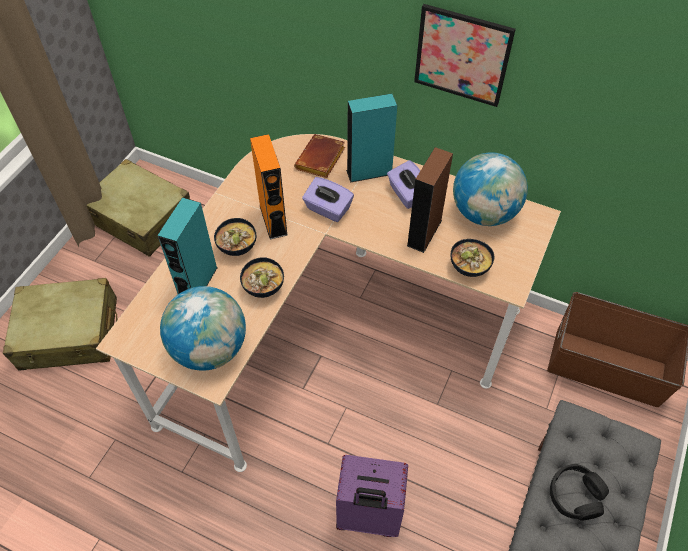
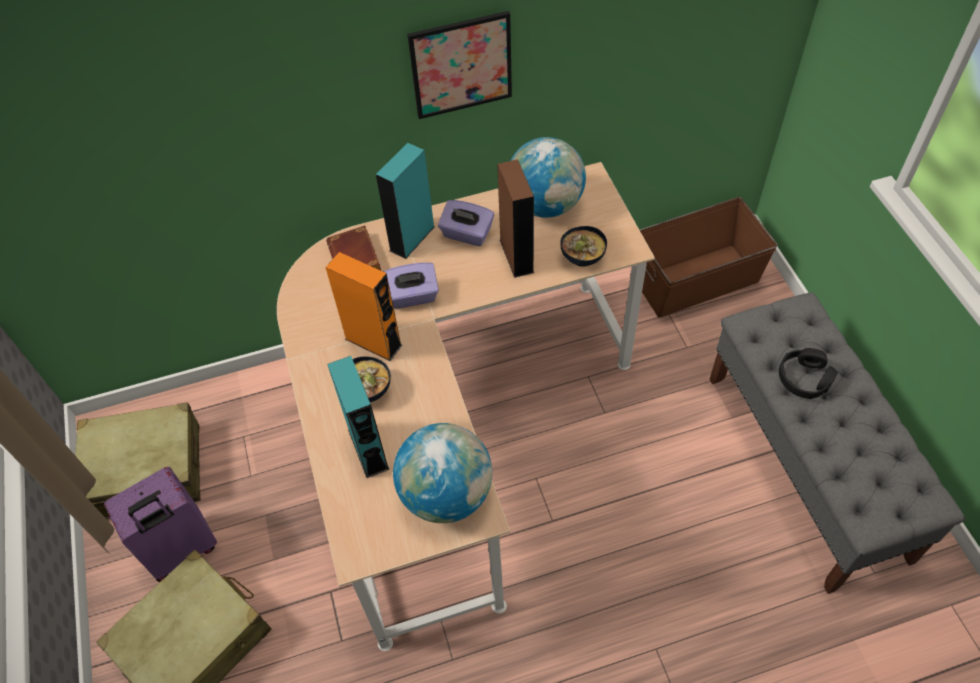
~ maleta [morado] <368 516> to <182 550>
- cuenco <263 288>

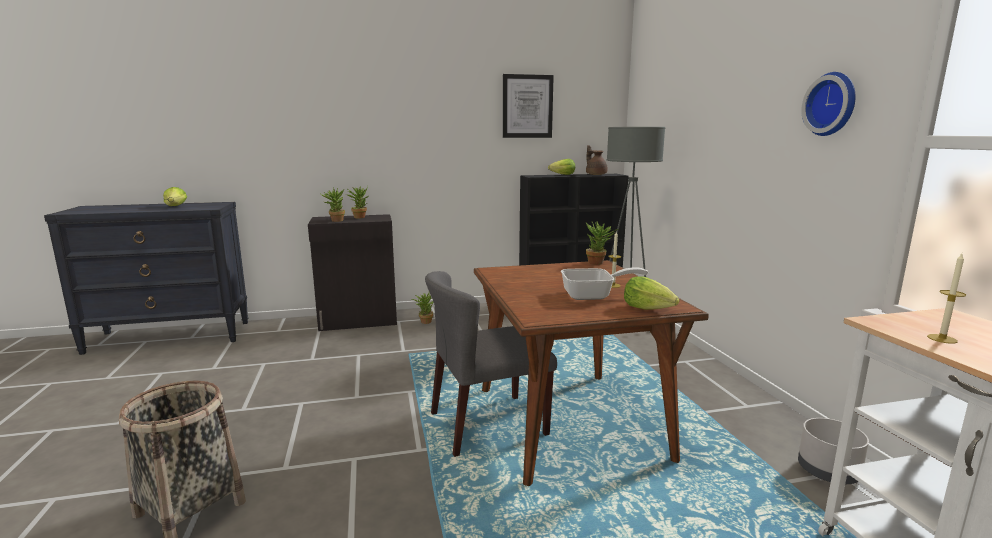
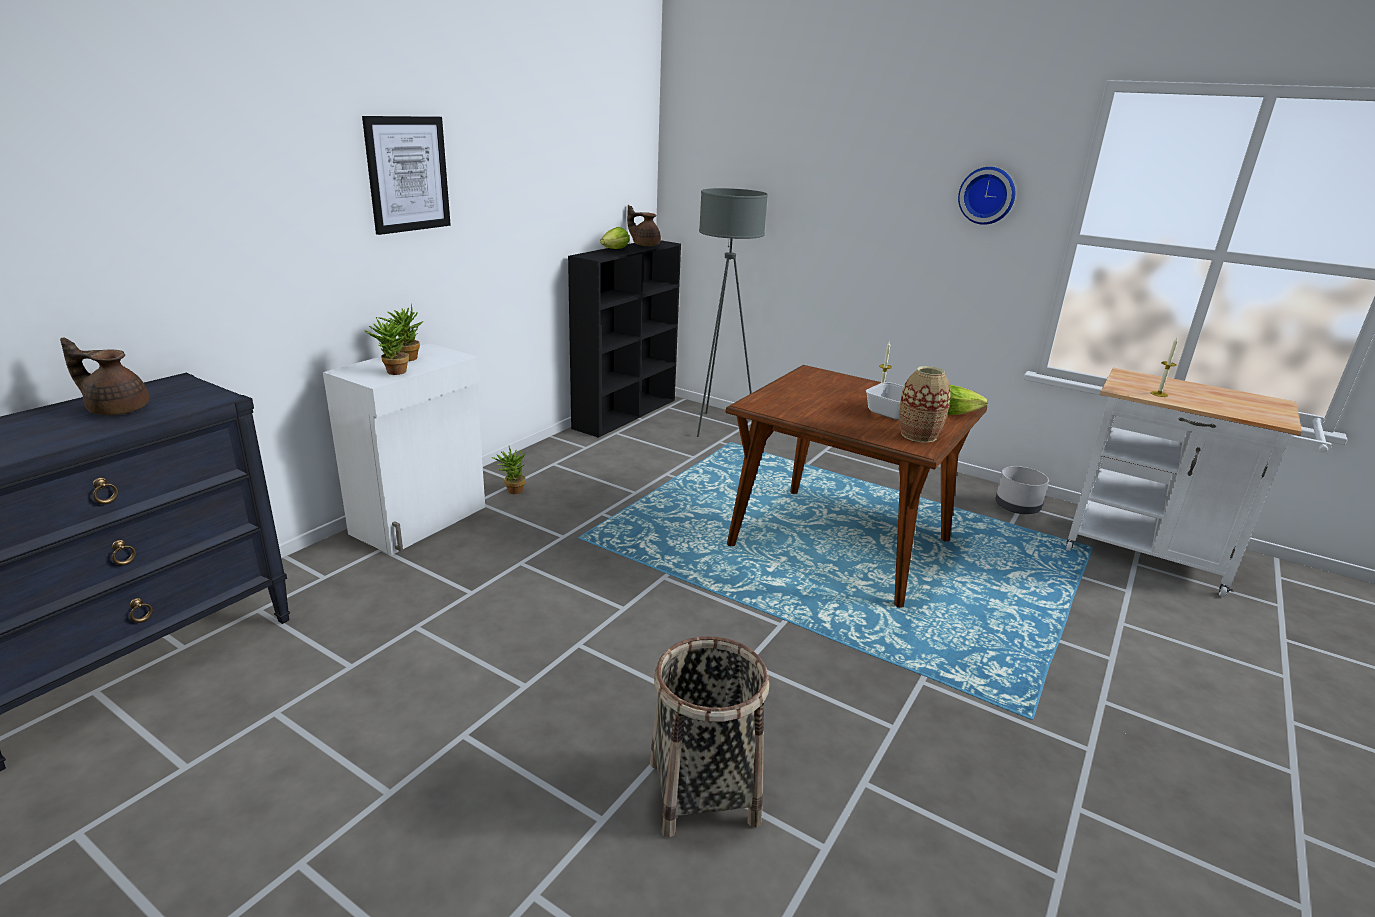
~ lechuga <176 206> to tetera [marrón] <117 409>
~ armario [negro] <359 321> to armario [blanco] <421 520>
~ cuadro <527 106> to <407 174>
+ florero <919 435>
- silla [gris] <487 425>
- planta en maceta <598 263>

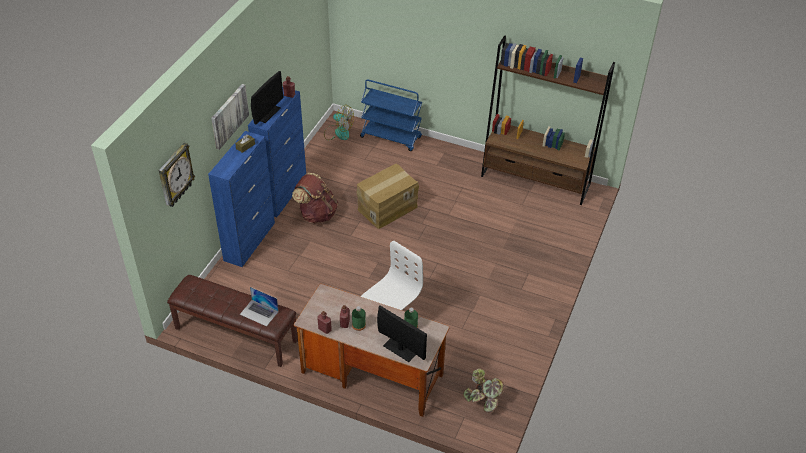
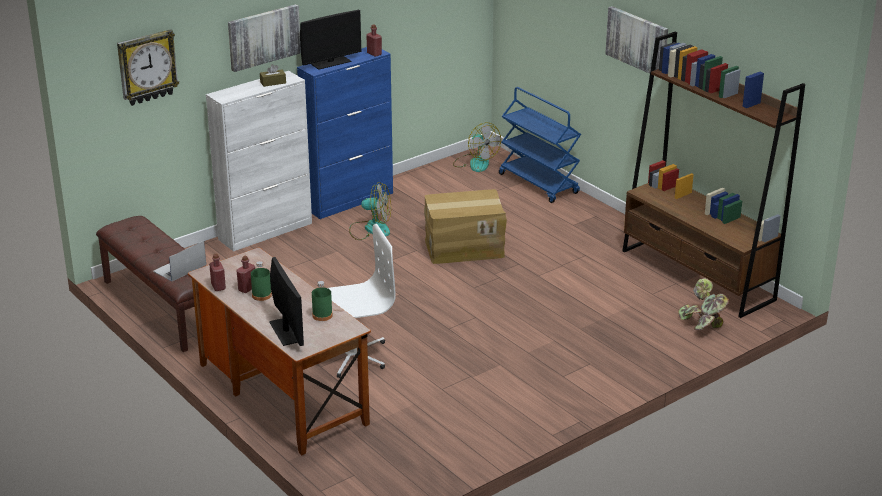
~ portátil <259 313> = <179 268> 75 degrees clockwise
~ armario [azul] <250 241> to armario [blanco] <266 231>
~ mochila [marrón] <317 214> to ventilador <370 229>
+ cuadro <637 41>
~ planta en maceta <484 399> to <703 324>

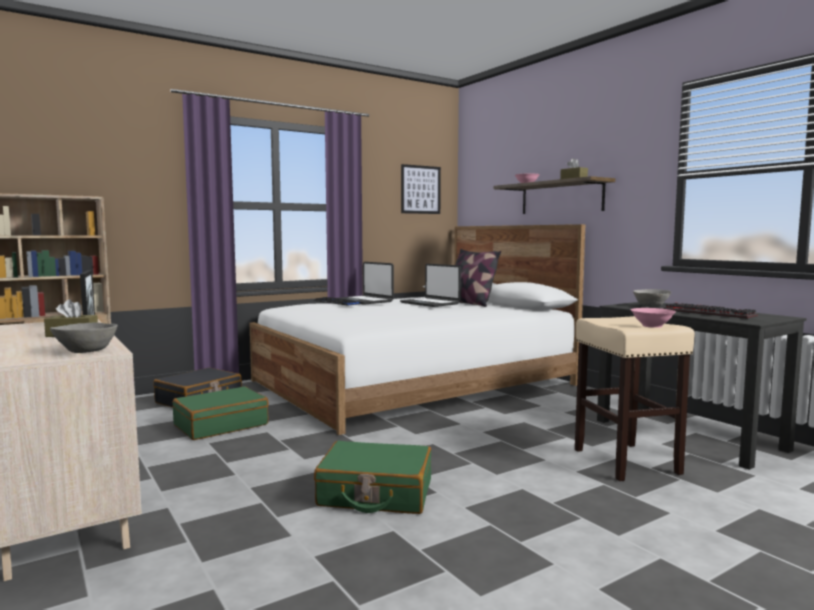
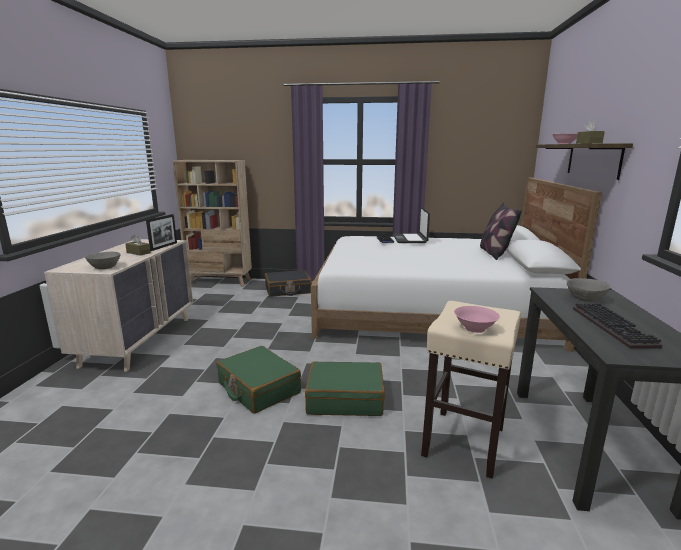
~ maleta [verde] <221 425> to <345 398>
- portátil <430 303>
- cuadro <420 189>

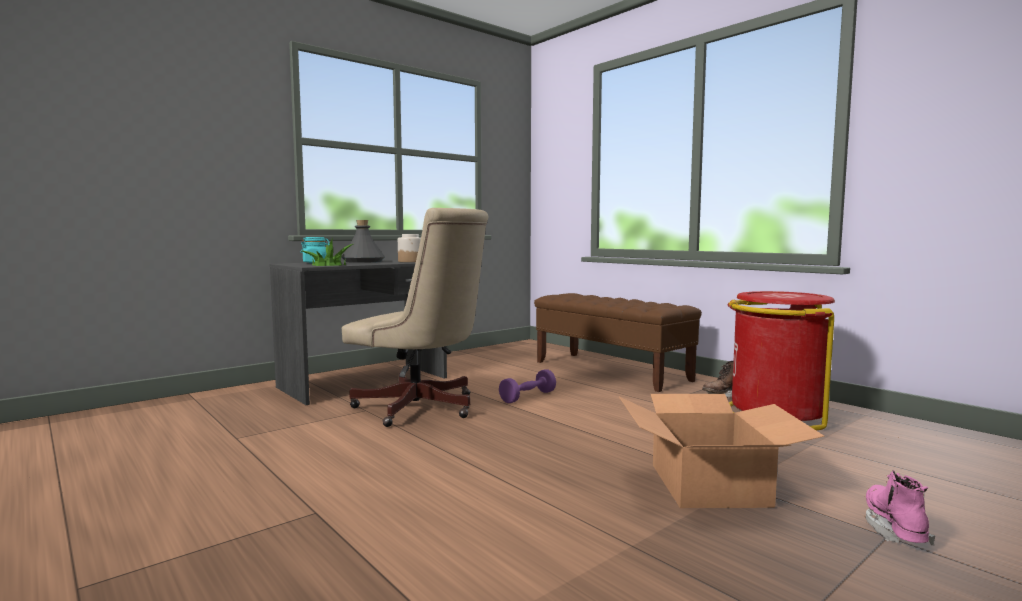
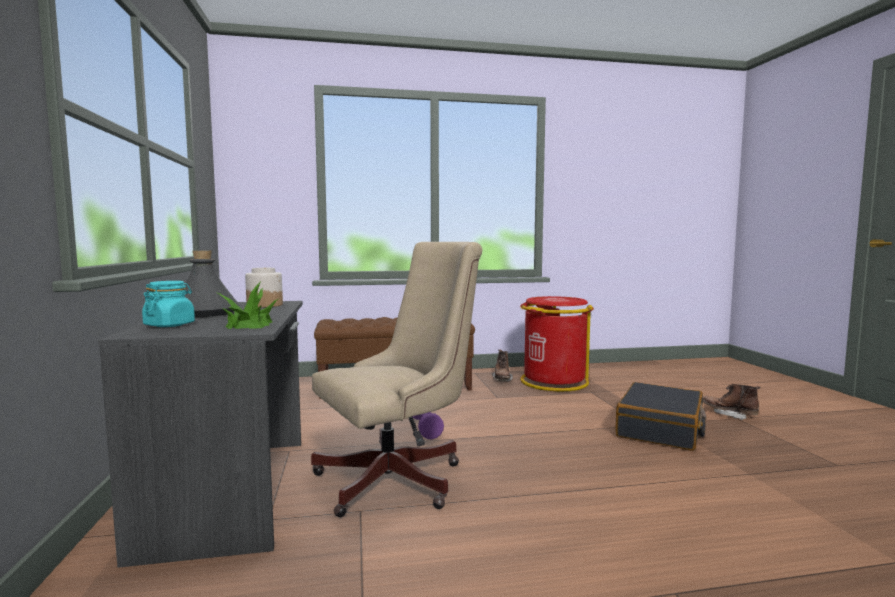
~ caja de cartón <710 484> to maleta [negro] <660 429>
~ bota [rosa] <894 529> to bota [marrón] <729 414>

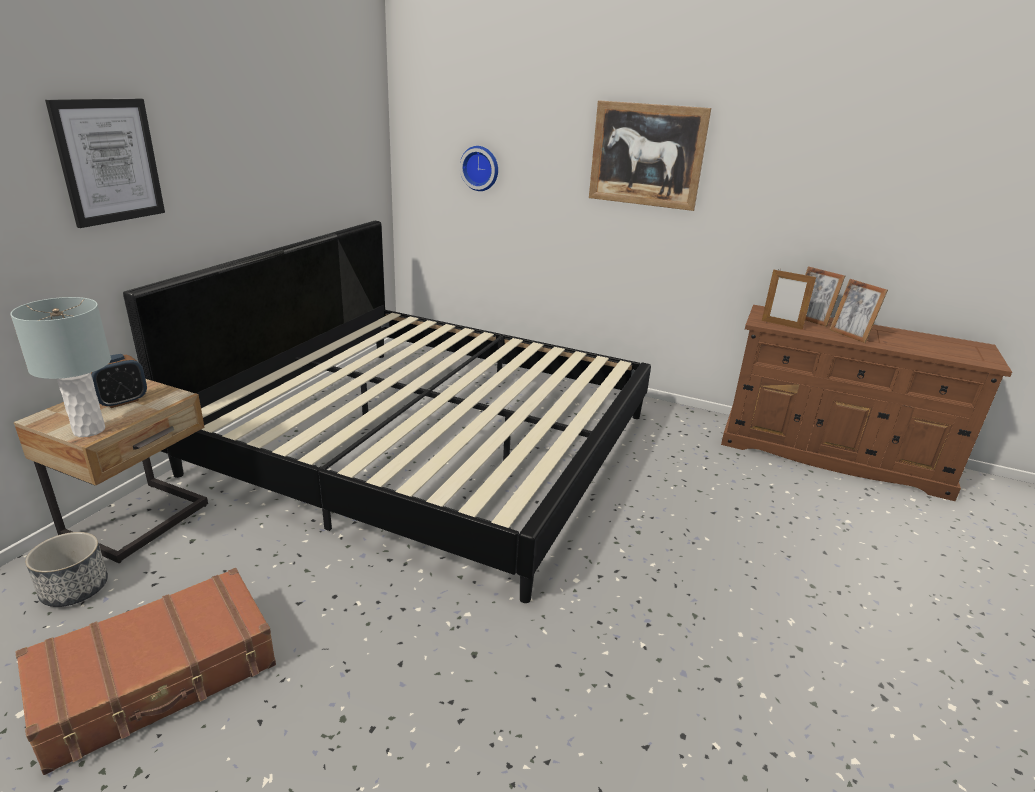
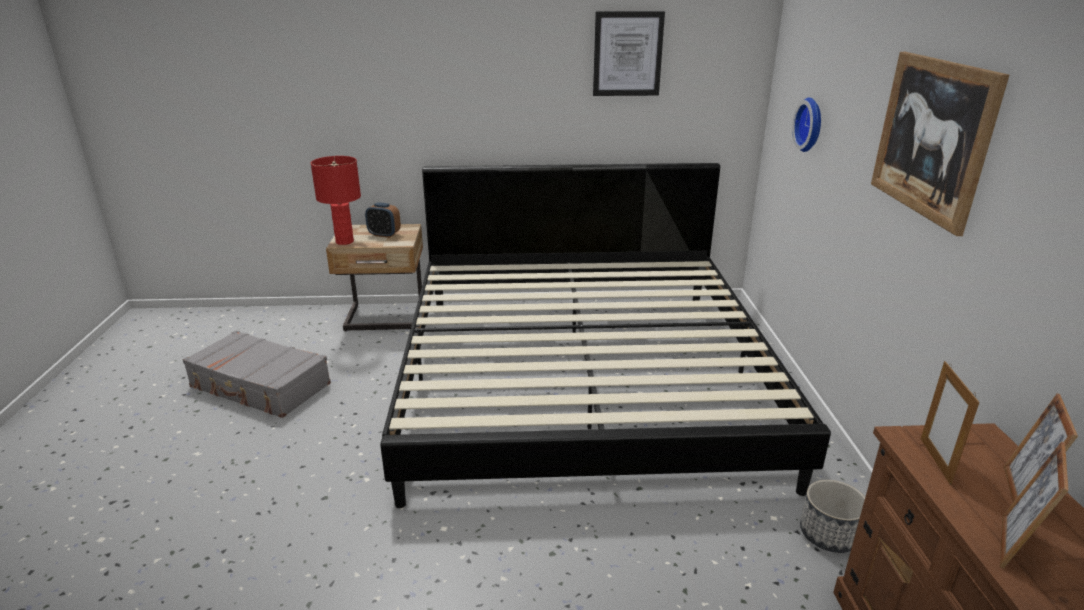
~ maleta [marrón] <159 678> to maleta [gris] <260 386>
~ lámpara de mesa [gris] <88 430> to lámpara de mesa [rojo] <344 241>
~ cuadro <109 161> to <627 54>
~ maceta <74 589> to <828 534>

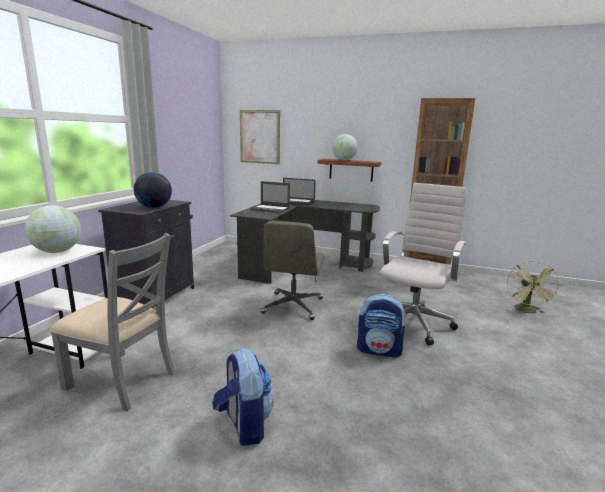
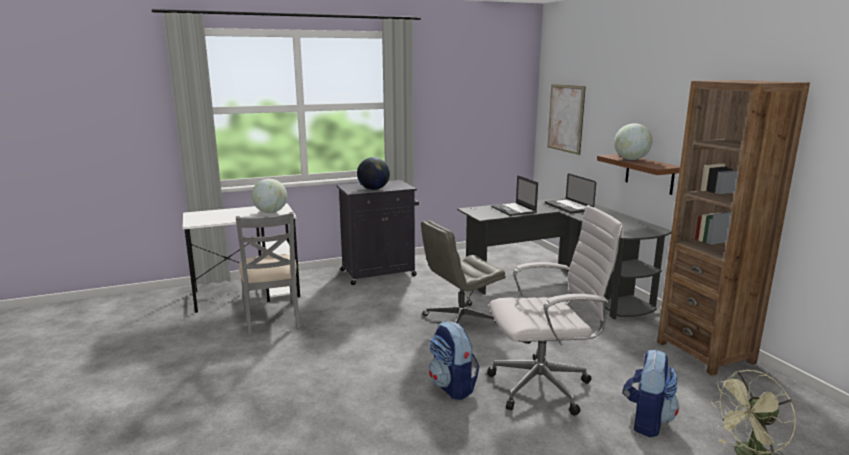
~ mochila <244 425> to <646 421>

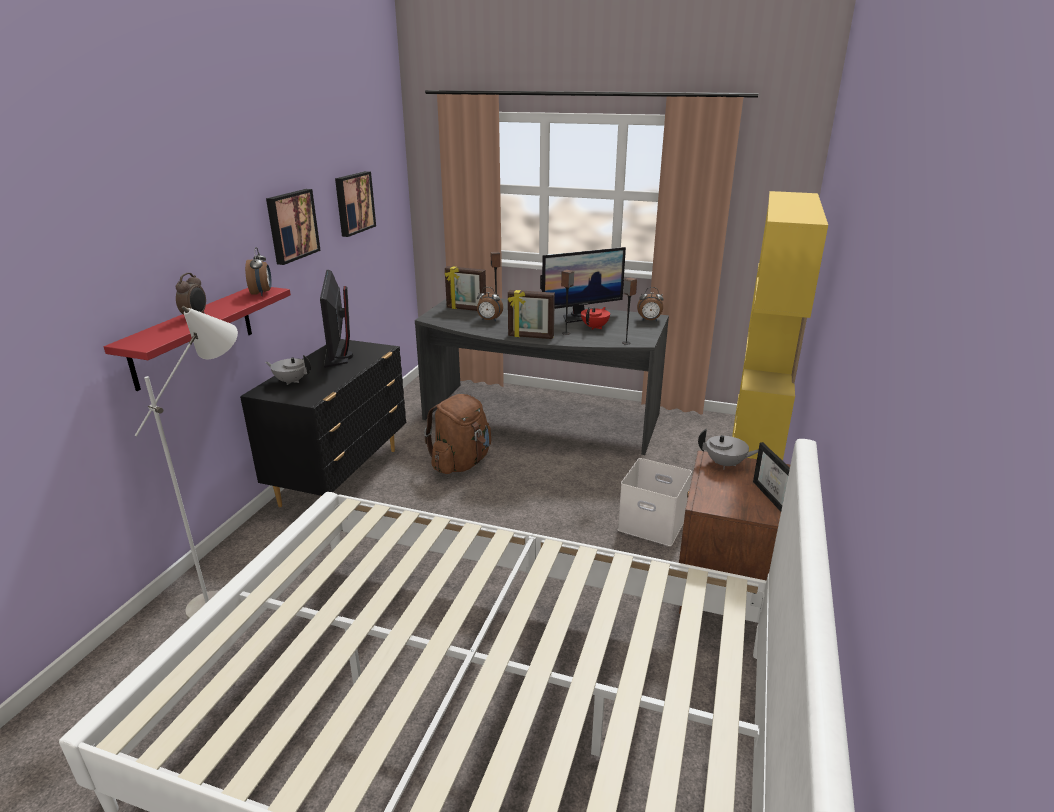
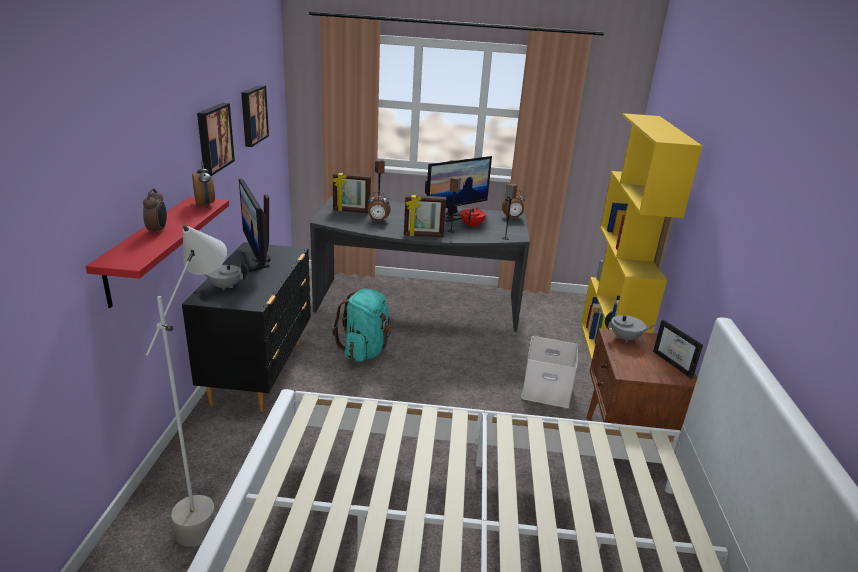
~ mochila [marrón] <461 463> to mochila [turquesa] <365 350>

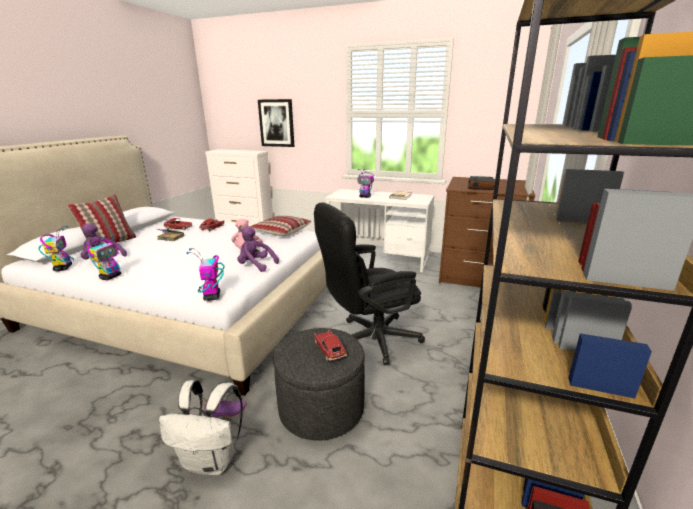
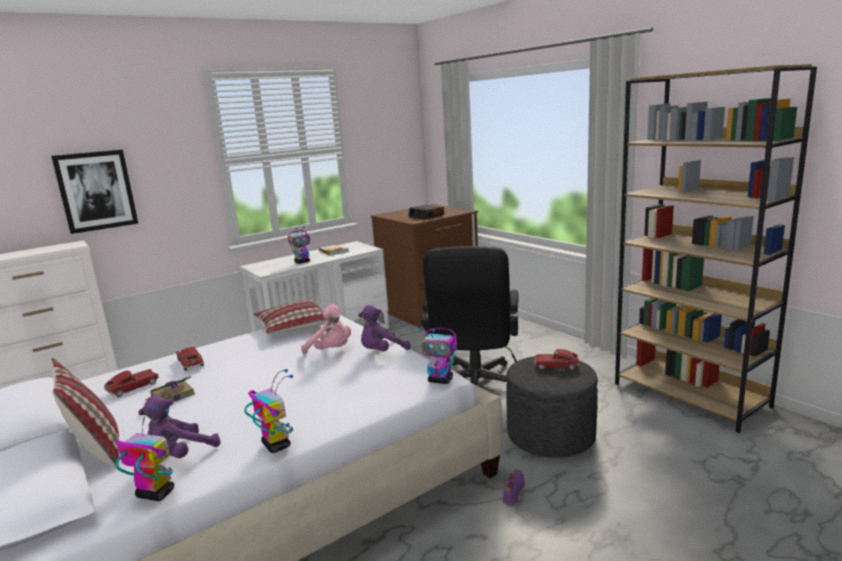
- mochila [blanco] <212 460>

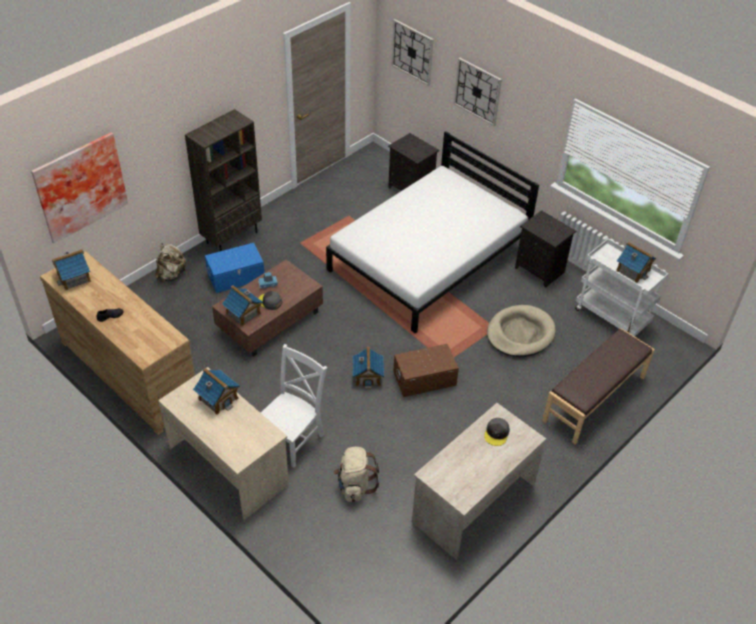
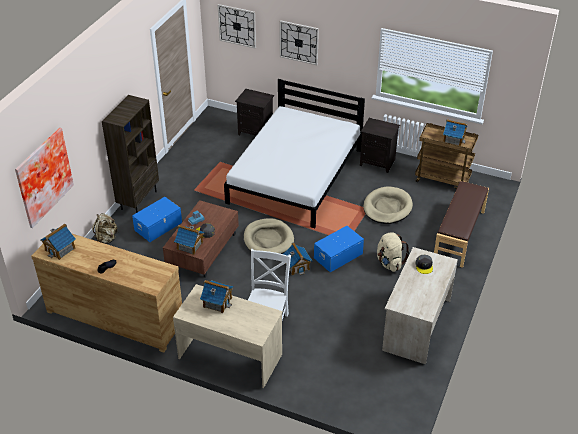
+ cama para perro [beis] <268 239>
~ caja de almacenaje [marrón] <424 378> to caja de almacenaje [azul] <337 255>
~ mochila [beis] <355 485> to <389 263>
~ carrito [blanco] <612 317> to carrito [marrón] <443 179>

